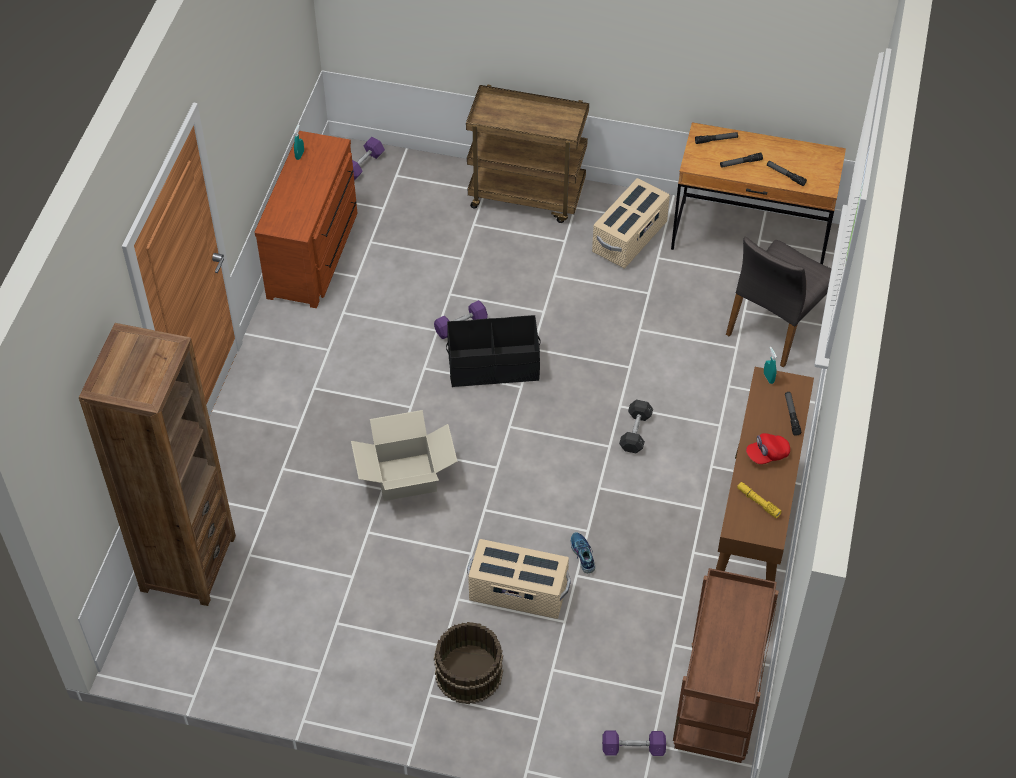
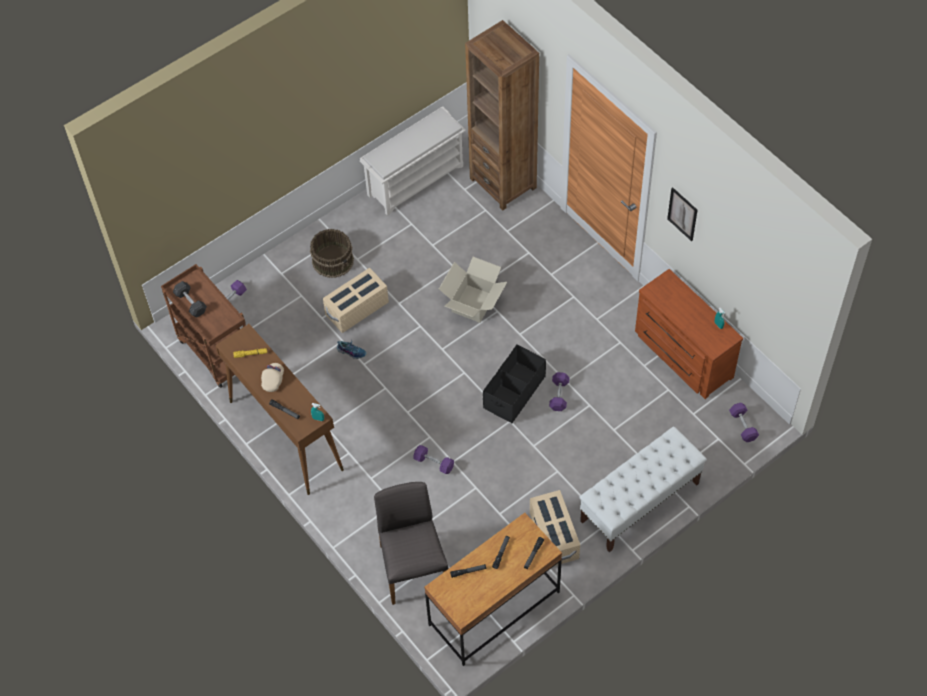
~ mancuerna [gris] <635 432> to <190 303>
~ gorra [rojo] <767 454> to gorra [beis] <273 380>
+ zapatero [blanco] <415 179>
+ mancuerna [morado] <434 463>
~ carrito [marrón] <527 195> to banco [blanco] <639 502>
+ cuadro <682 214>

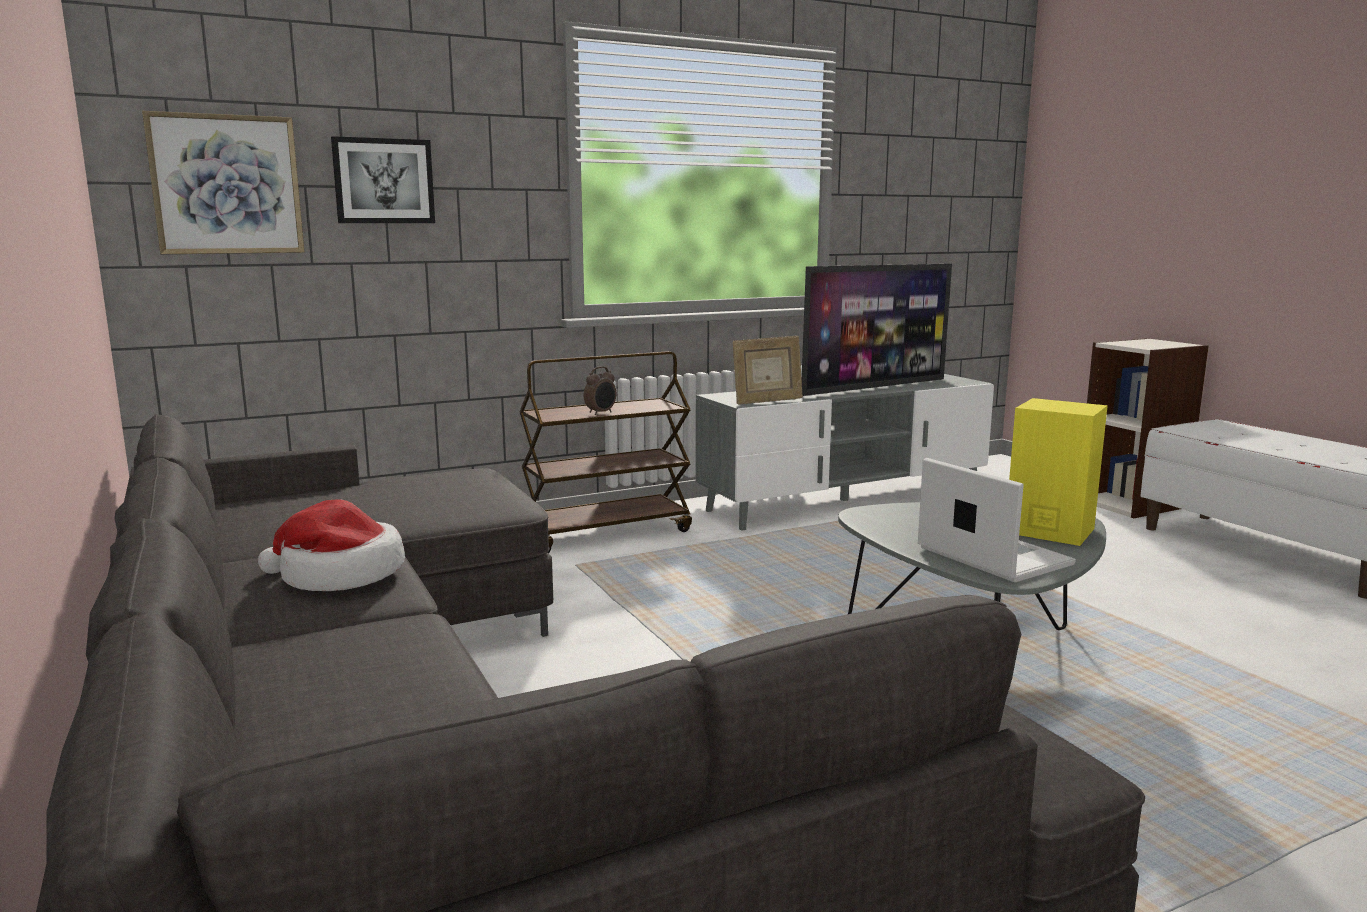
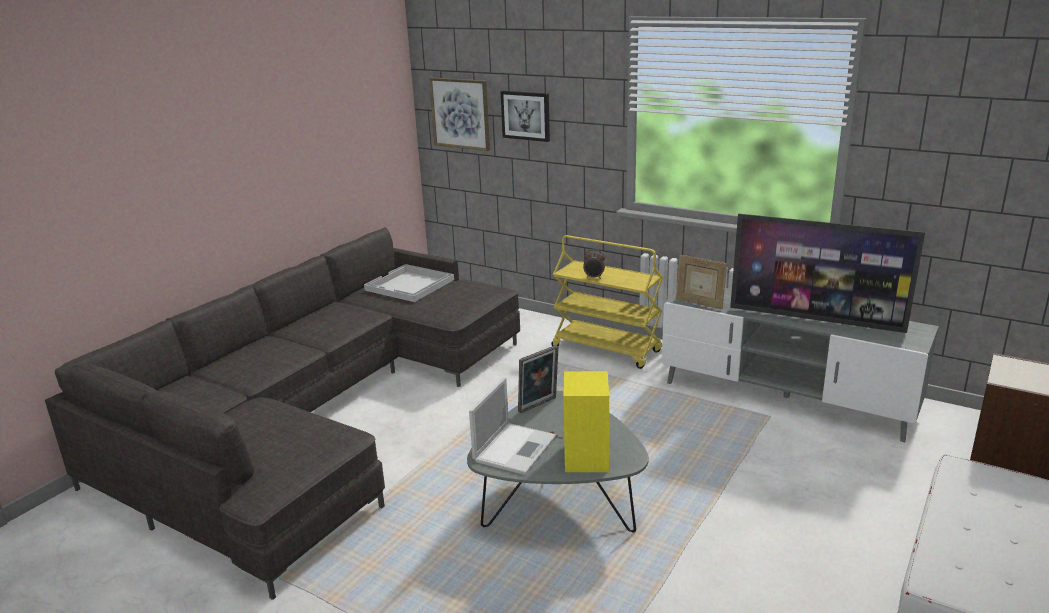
+ bandeja [blanco] <410 285>
+ portarretratos <539 405>
~ carrito [marrón] <607 532> to carrito [amarillo] <607 349>
- sombrero <339 575>

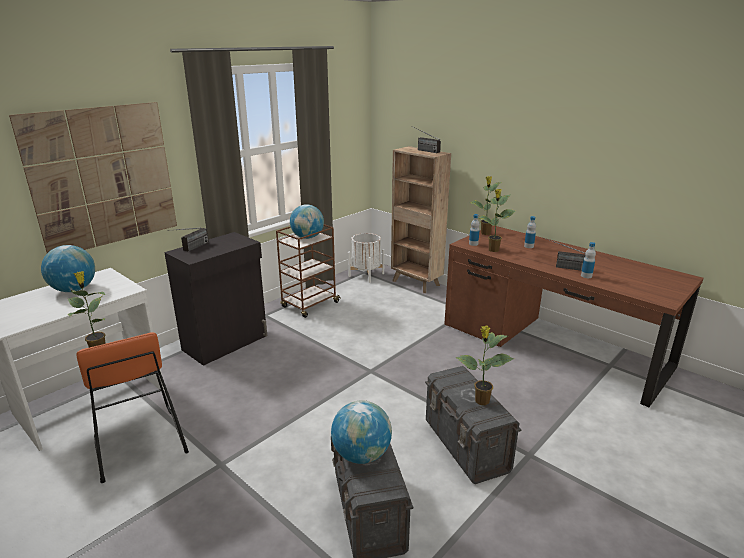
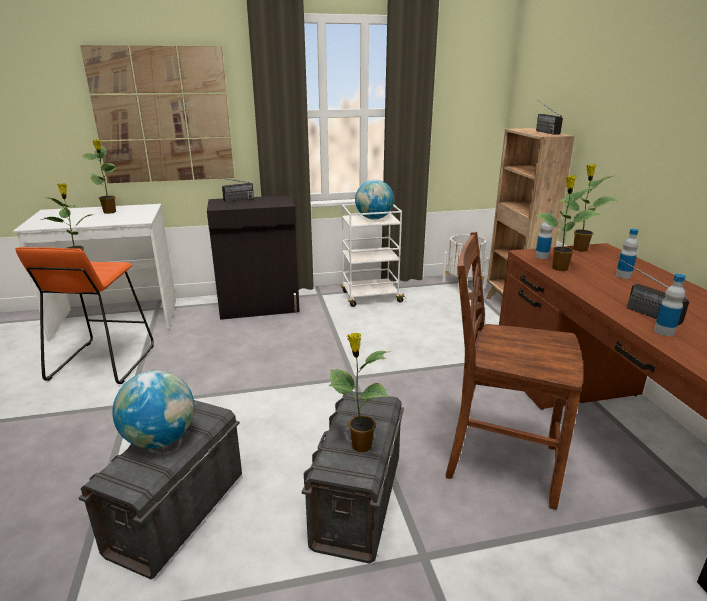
~ globo terráqueo <74 289> to planta en maceta <110 212>
~ carrito [marrón] <309 305> to carrito [blanco] <370 297>
+ silla [marrón] <499 462>

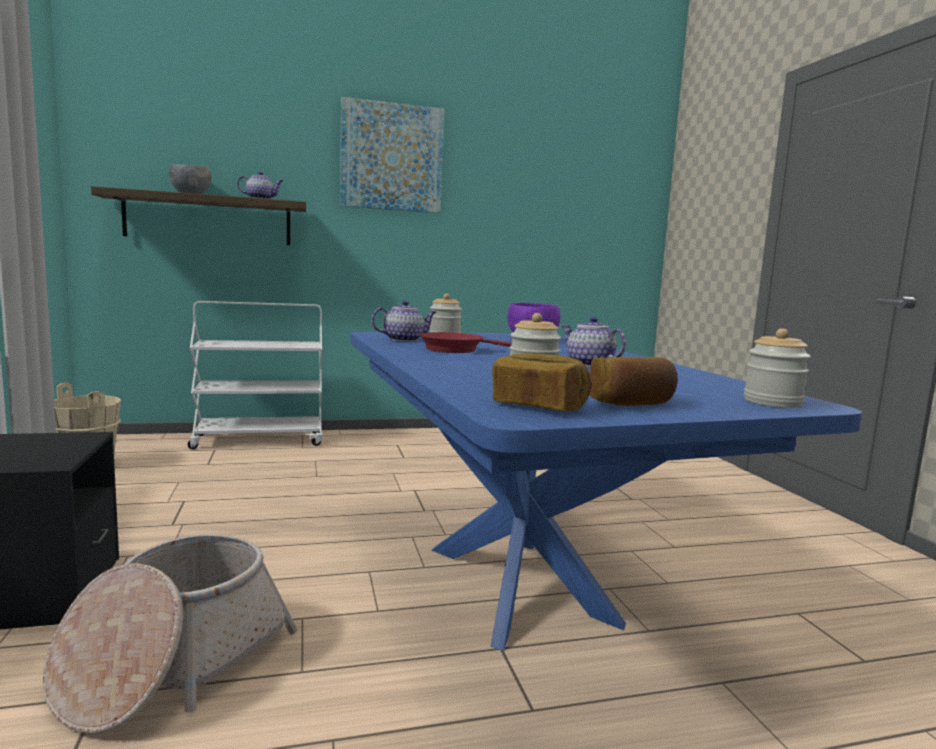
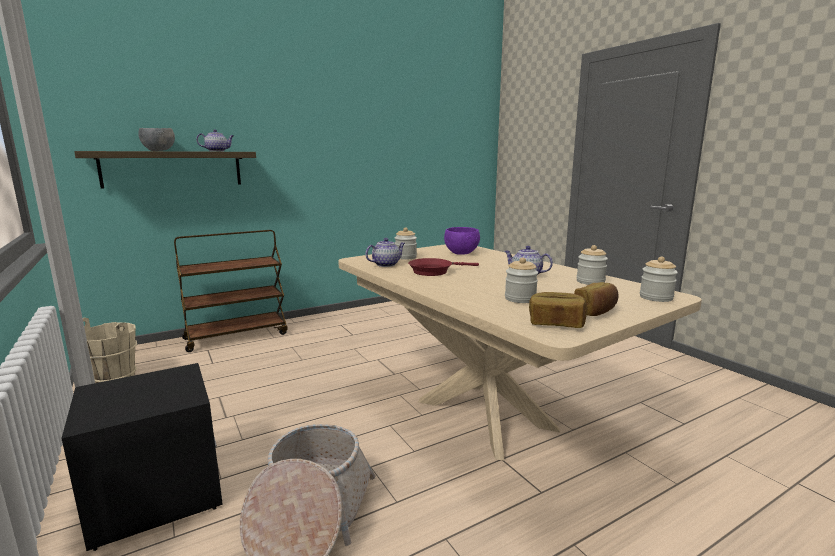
~ carrito [blanco] <260 440> to carrito [marrón] <237 336>
~ mesa de comedor [azul] <519 582> to mesa de comedor [beis] <485 413>
+ tarro <590 282>
- cuadro <391 157>

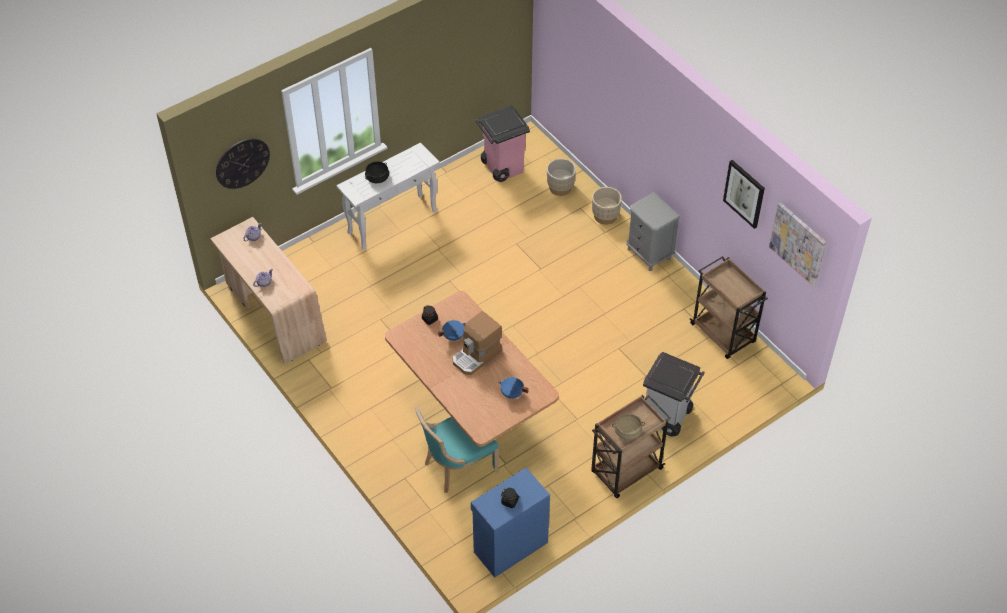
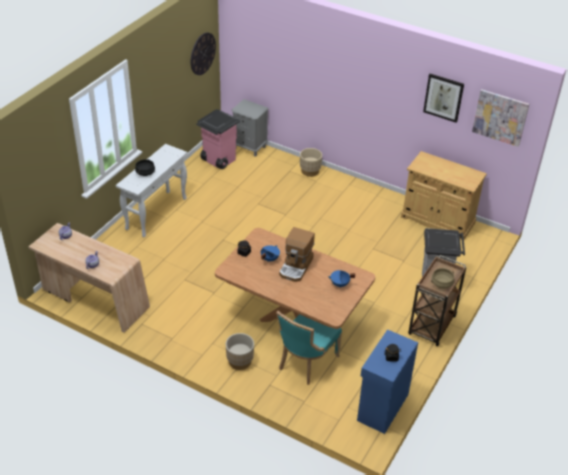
~ reloj de pared <242 163> to <202 53>
~ maceta [beis] <560 187> to <240 361>
~ mesita de noche [gris] <649 253> to <249 147>
~ carrito [marrón] <723 334> to armario [beis] <437 220>

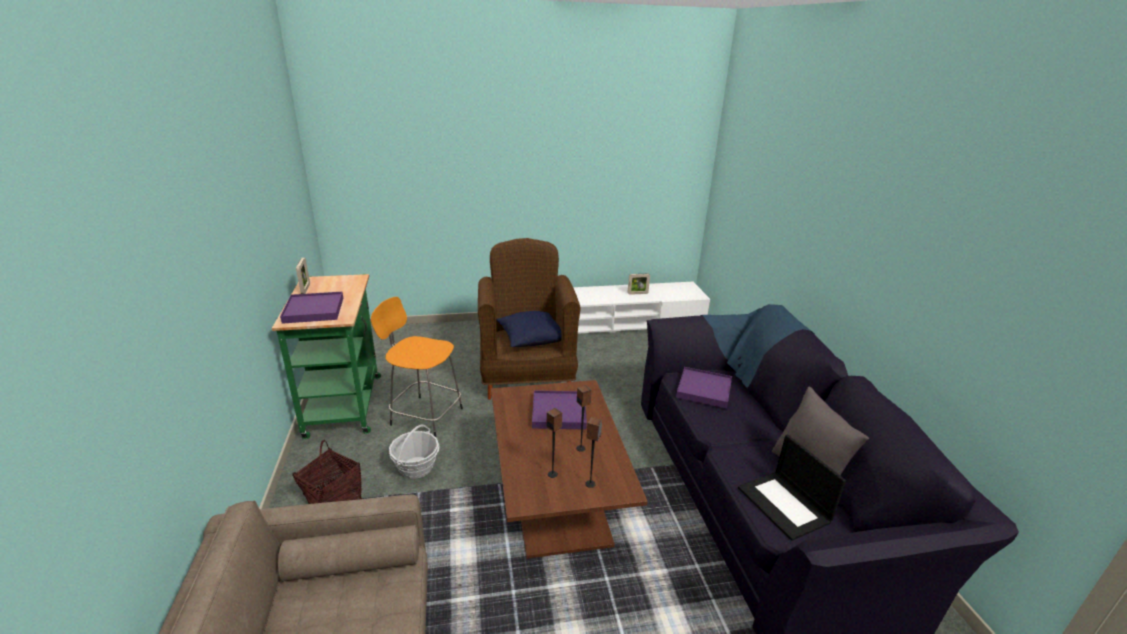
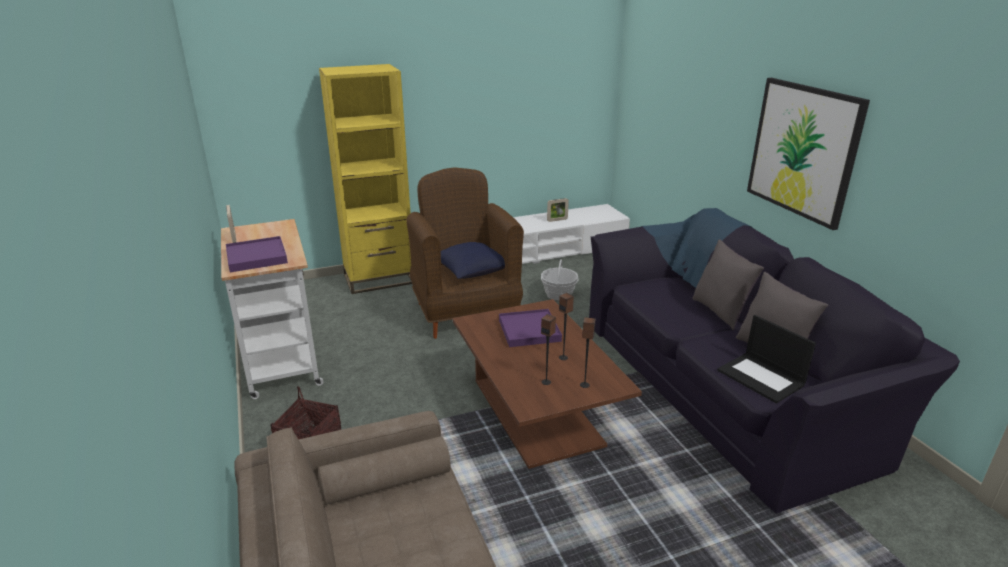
~ carrito [verde] <344 401> to carrito [blanco] <281 359>
+ estantería [amarillo] <379 279>
~ cesta <416 467> to <558 294>
+ cojín [gris] <720 312>
+ cuadro <803 150>
- taburete [naranja] <424 416>
- bandeja [morado] <704 389>

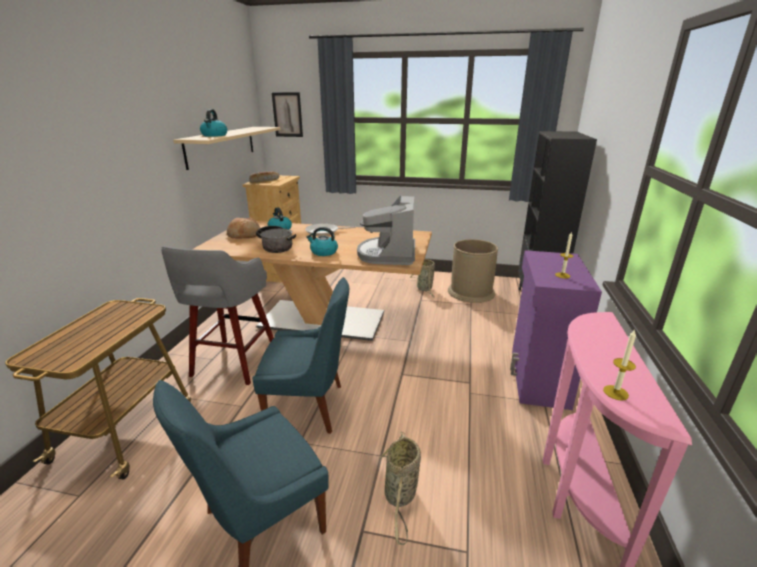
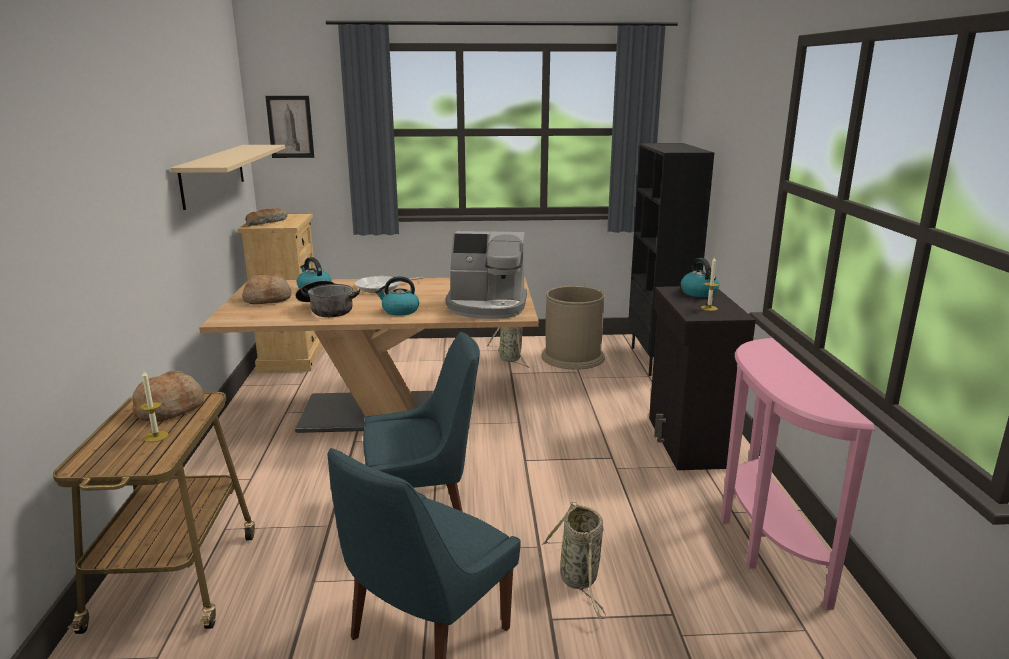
+ pan <170 409>
~ vela <615 392> to <156 436>
~ cafetera <388 254> = <487 306> 75 degrees counterclockwise
~ armario [morado] <537 378> to armario [negro] <688 442>
~ hervidor <214 135> to <699 293>
- taburete [gris] <233 363>

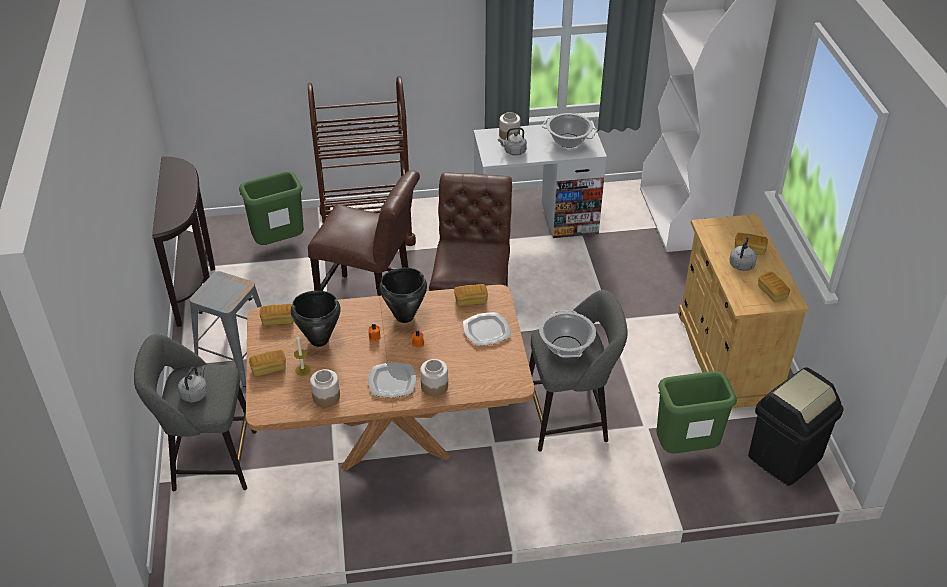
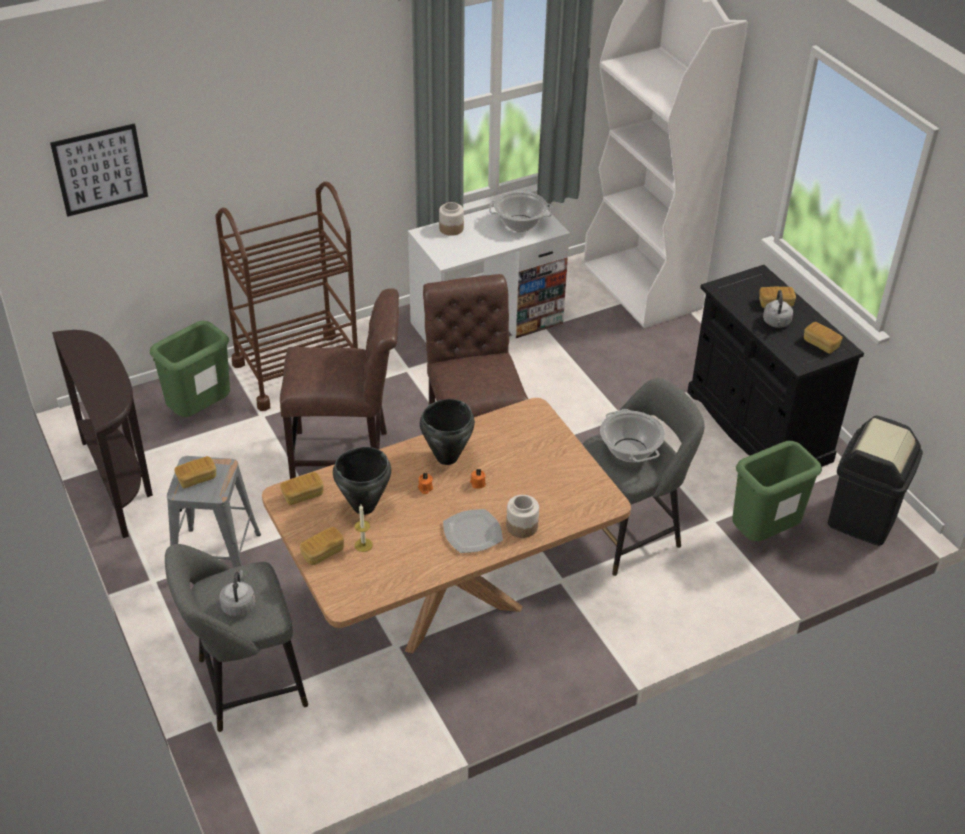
+ cuadro <100 169>
~ pan <470 300> to <197 478>
~ armario [beis] <727 356> to armario [negro] <758 426>
- tarro <326 396>
- plato <486 330>
- hervidor [gris] <513 151>

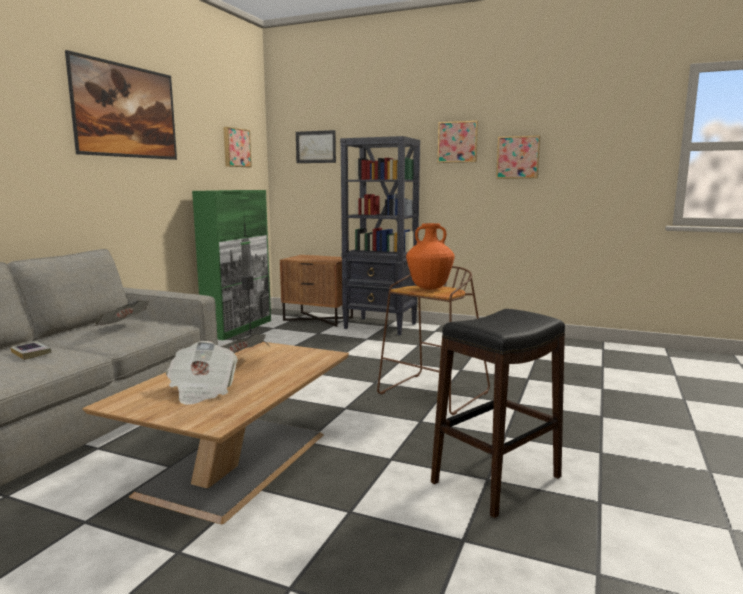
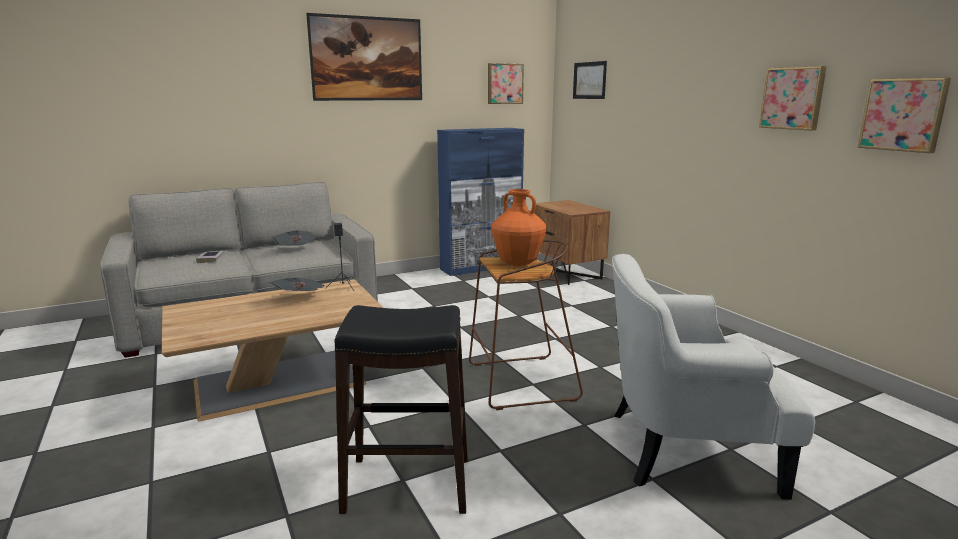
~ armario [verde] <238 328> to armario [azul] <481 267>
+ sillón [blanco] <685 448>
~ cuadro <458 142> to <903 114>
- periódico <202 390>
- estantería [negro] <381 326>

